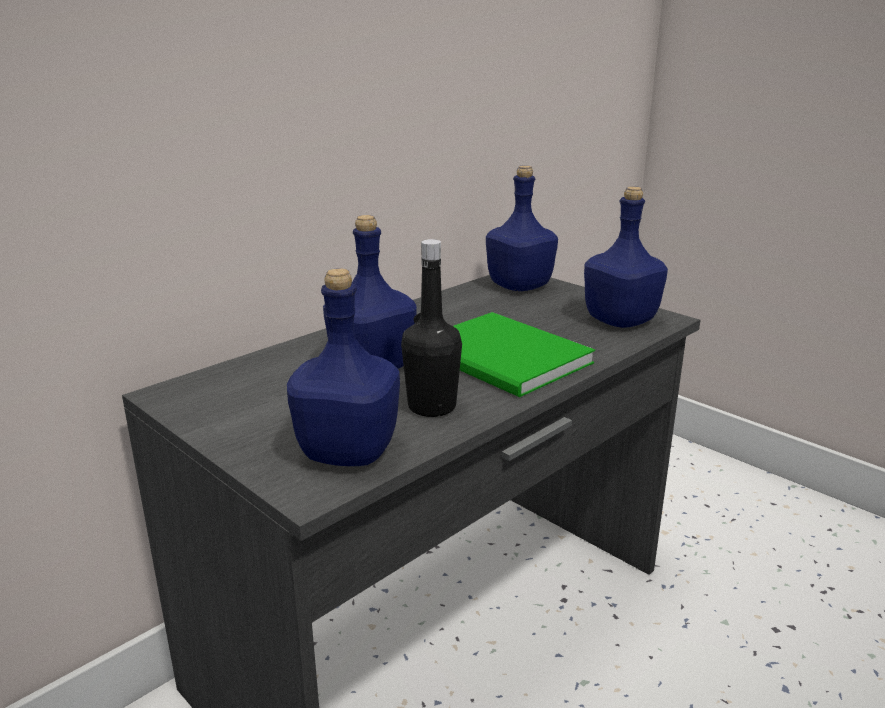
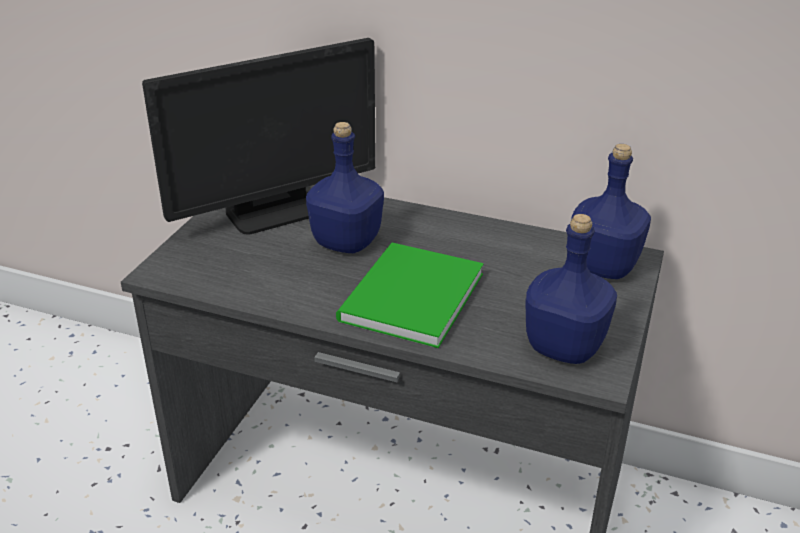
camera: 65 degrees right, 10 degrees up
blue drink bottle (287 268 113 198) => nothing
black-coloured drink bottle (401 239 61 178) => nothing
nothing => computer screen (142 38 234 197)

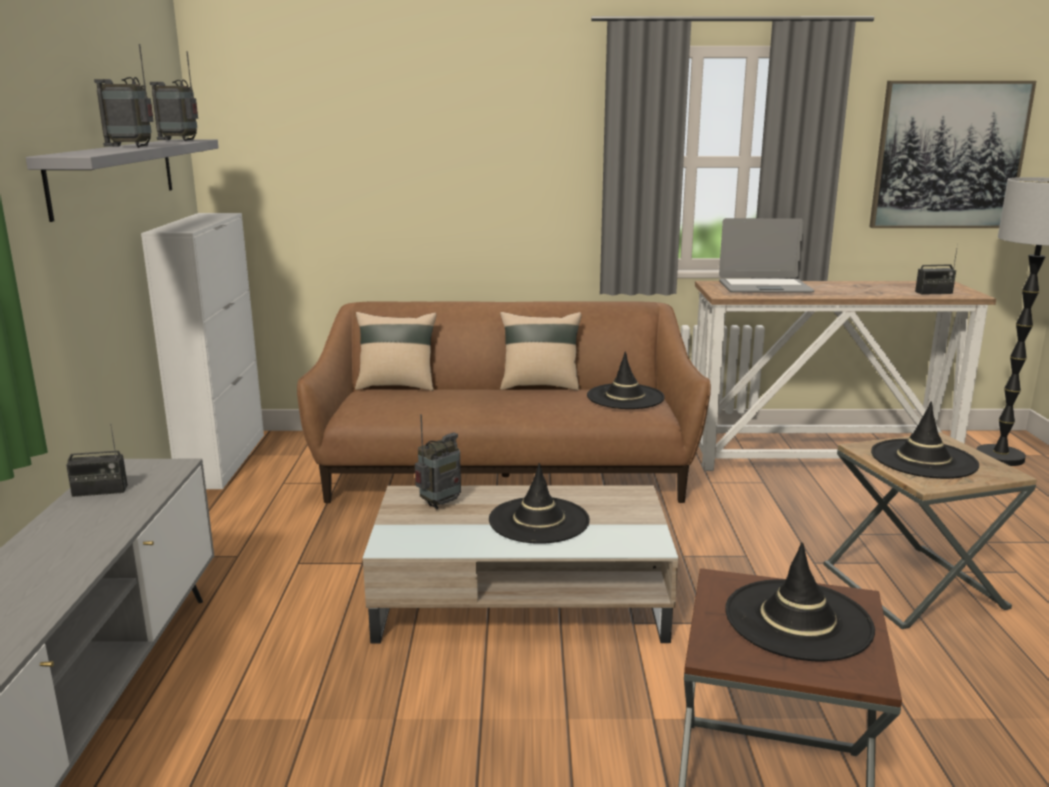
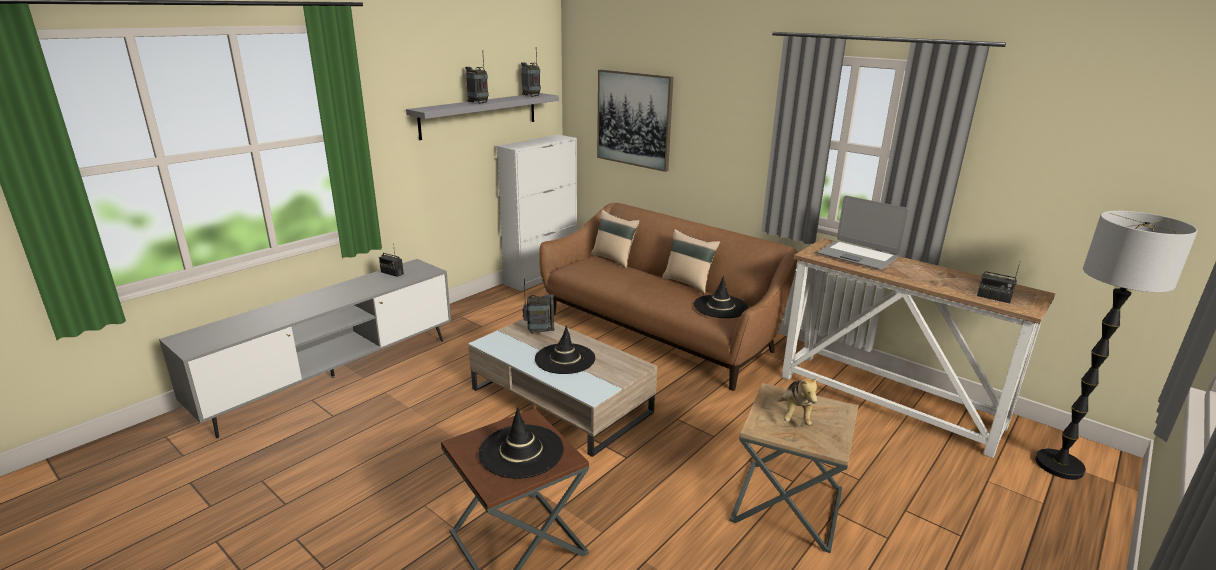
camera: 40 degrees right, 5 degrees up
picture (869 81 167 147) => picture (597 70 76 102), move
black-coloured wearable hat (871 402 108 77) => plush toy (776 375 44 50)

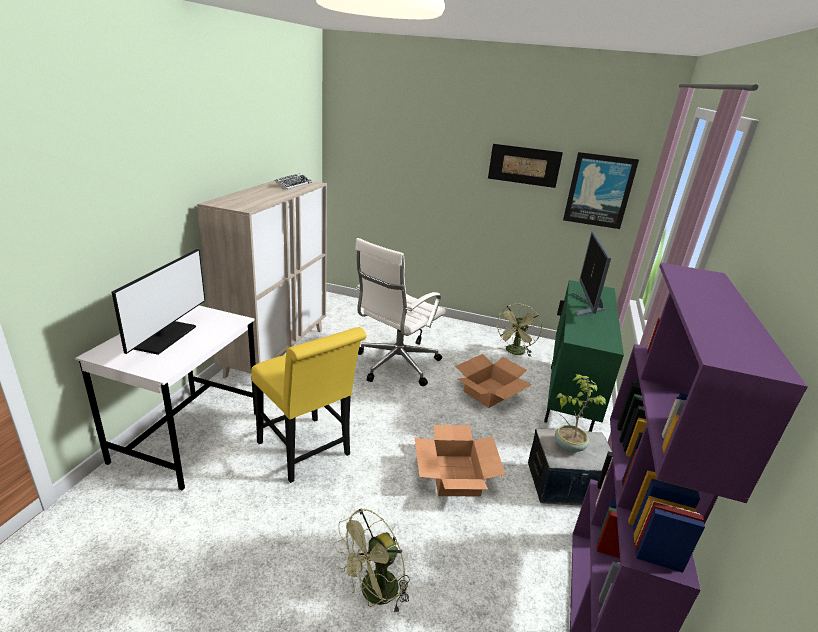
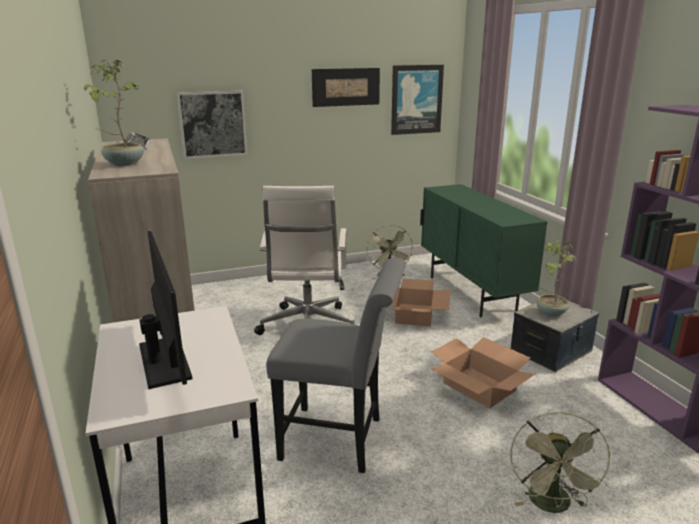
camera: 35 degrees left, 5 degrees down
computer screen (573 232 38 84) => nothing
nothing => plant in a pot (84 60 60 106)
nothing => picture (177 91 71 68)
yellow-coloured upright chair (251 327 116 156) => grey upright chair (266 258 140 215)

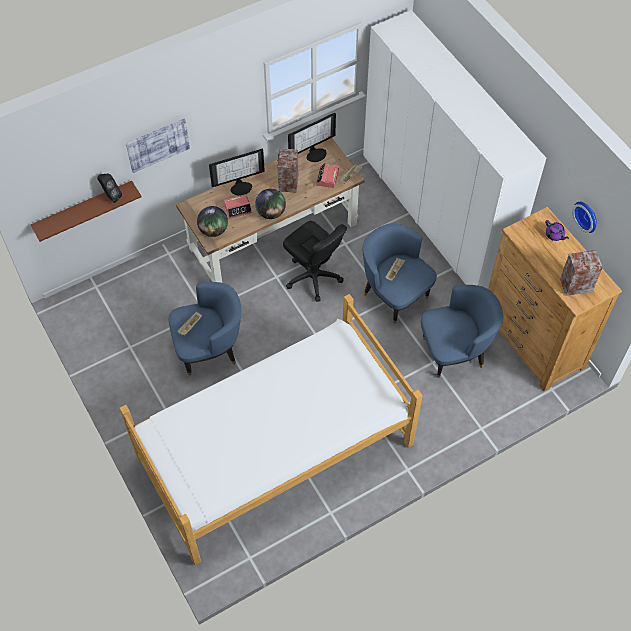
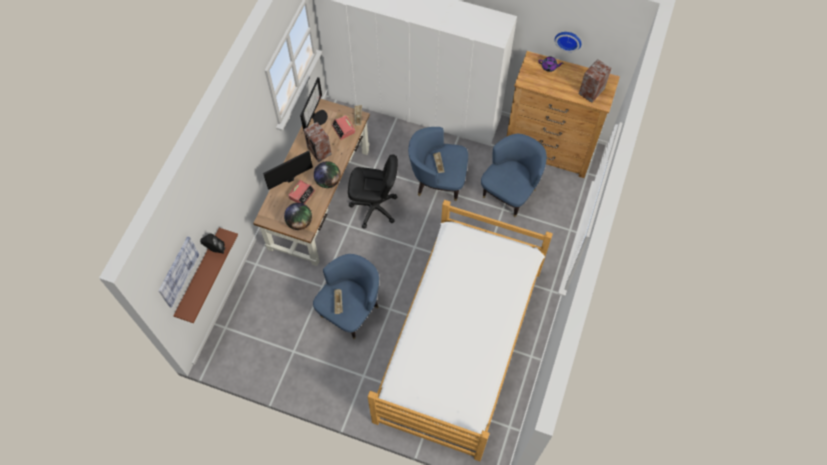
camera: 40 degrees left, 5 degrees up
picture (126 119 64 54) => picture (158 236 41 72), move
computer screen (209 149 56 47) => computer screen (263 151 50 39), 150 degrees counterclockwise

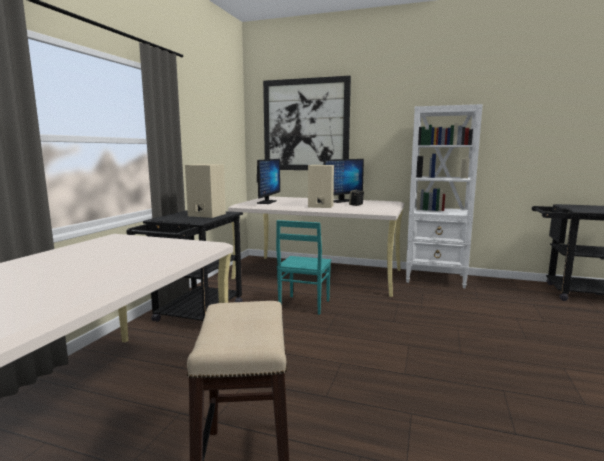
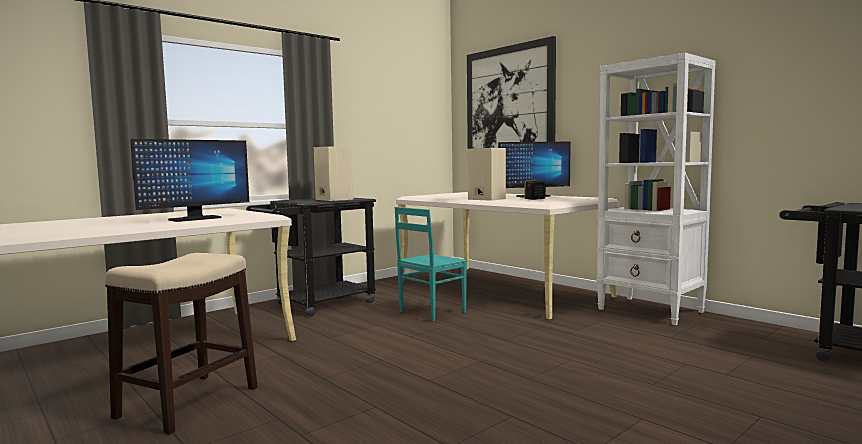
camera: 30 degrees right, 5 degrees down
computer screen (257 159 23 45) => computer screen (130 139 119 83), move

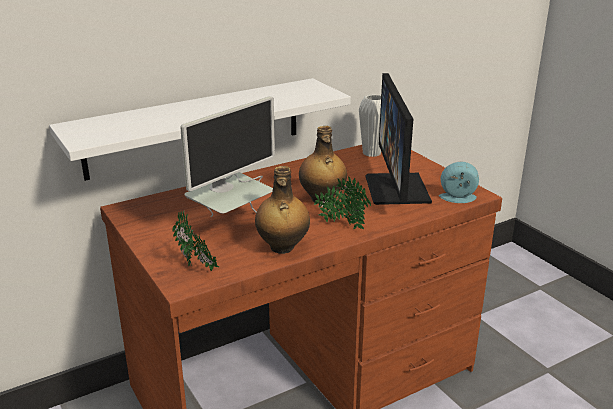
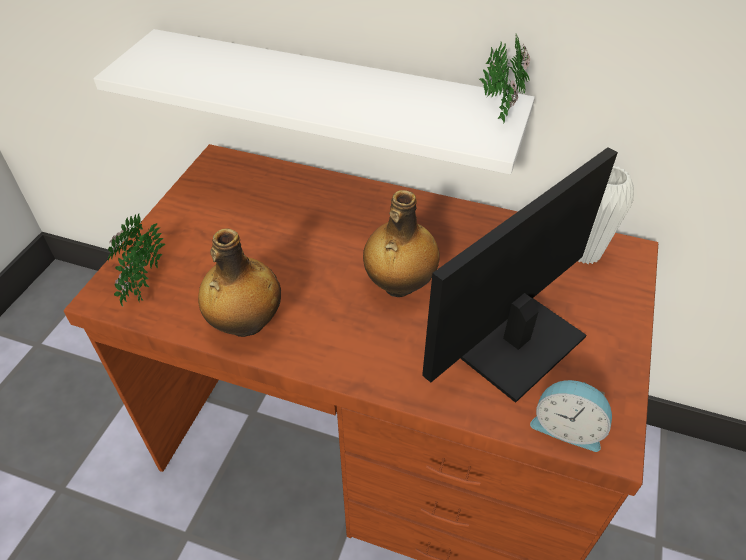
camera: 50 degrees right, 20 degrees up
computer screen (180 96 95 121) => nothing
plant in a pot (314 176 57 53) => plant in a pot (479 34 51 90), move
table clock (439 162 40 41) => table clock (530 380 82 72), 150 degrees clockwise

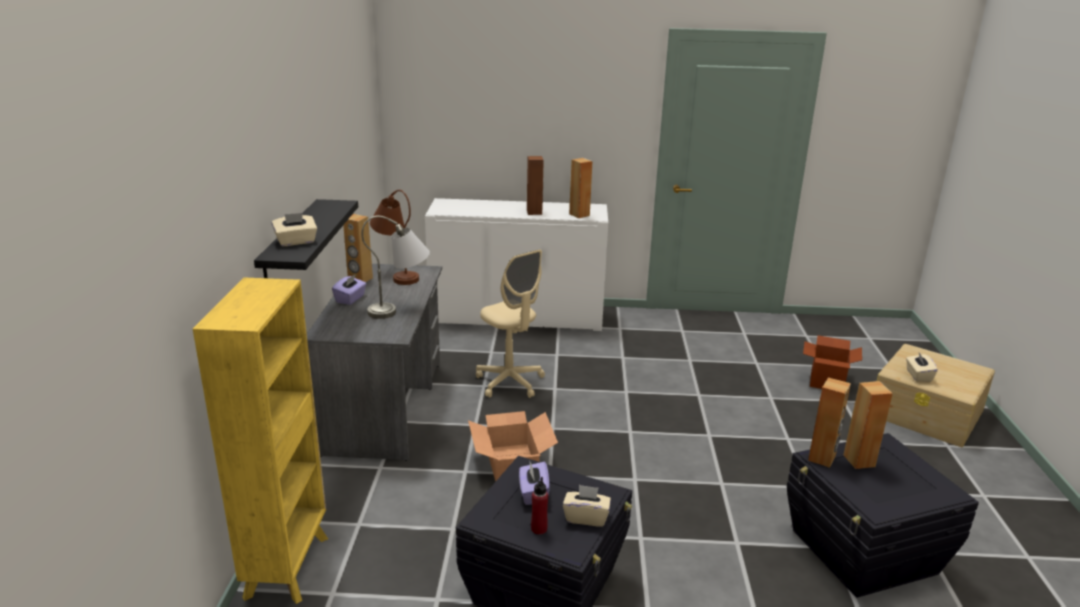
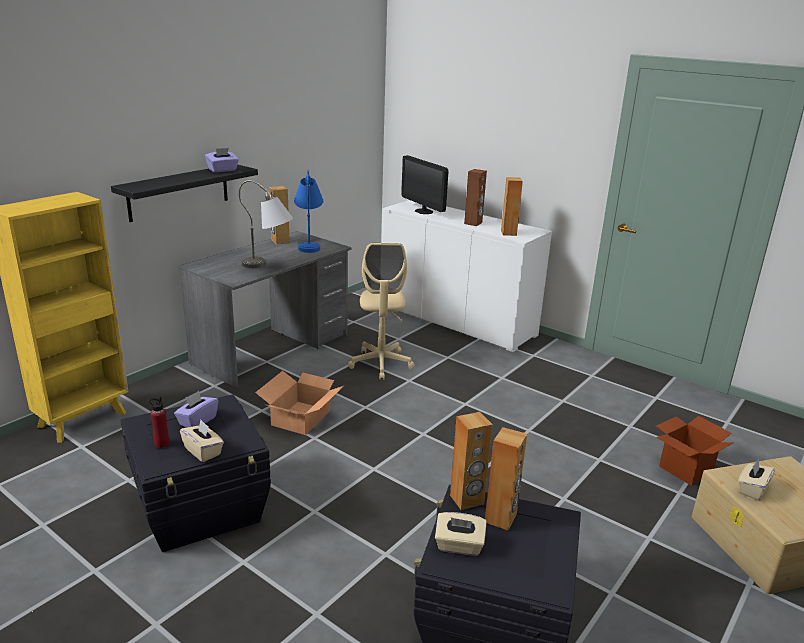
camera: 35 degrees right, 0 degrees up
nothing => computer screen (401 155 47 59)
sand-coloured tissue holder (271 213 46 33) => sand-coloured tissue holder (435 512 52 44), move
purplish tissue holder (332 274 34 31) => purplish tissue holder (205 148 34 24), move
brown table lamp (370 190 49 95) => blue table lamp (294 170 29 83)

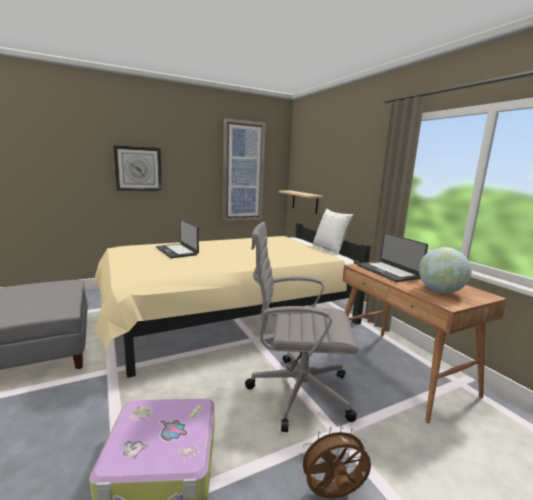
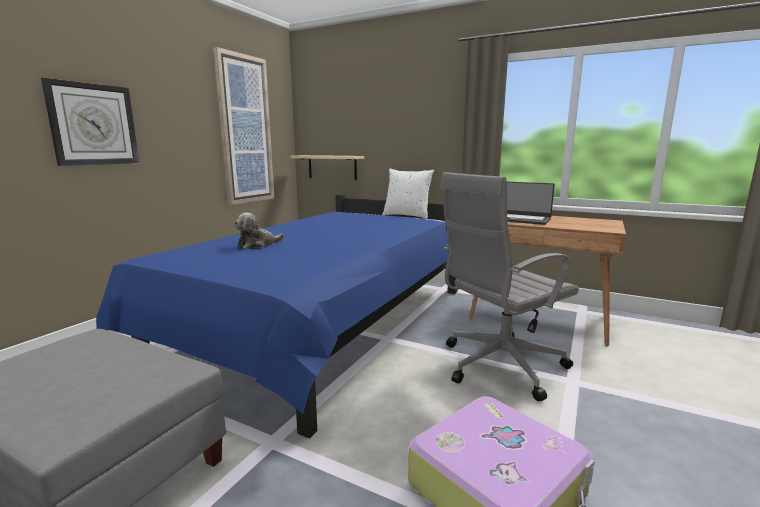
camera: 35 degrees left, 0 degrees up
brown fan (298 426 73 72) => nothing
world globe (419 247 52 46) => nothing
portable computer (156 219 43 39) => plush toy (234 213 50 36)
sand-coloured bed (93 223 278 155) => blue bed (96 194 362 244)

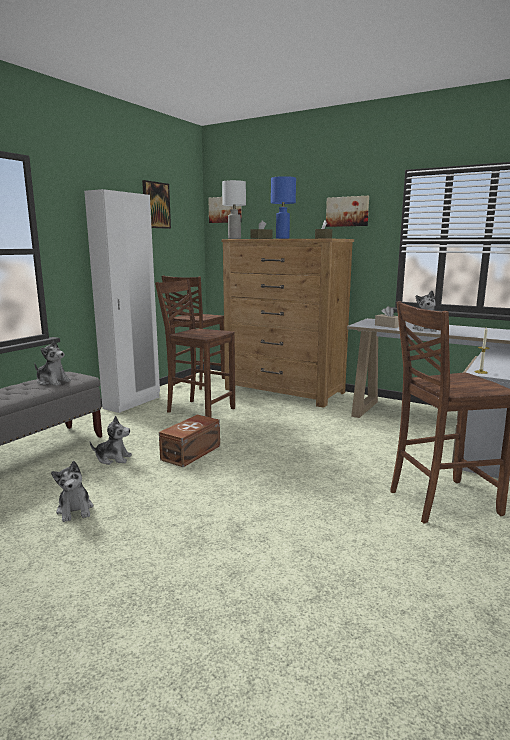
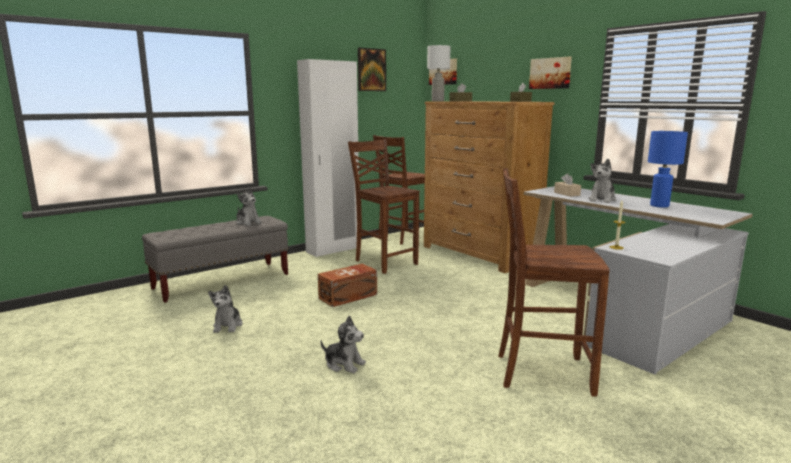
camera: 20 degrees right, 0 degrees up
plush toy (90 416 42 49) => plush toy (320 316 46 57), move
blue table lamp (271 176 25 63) => blue table lamp (648 131 40 77), move

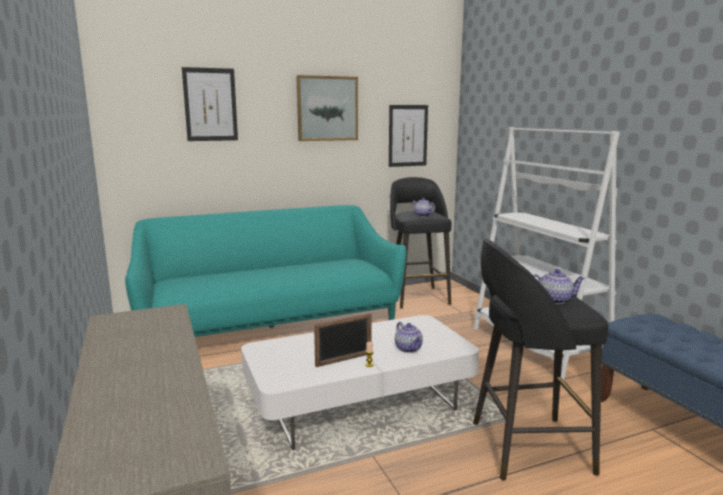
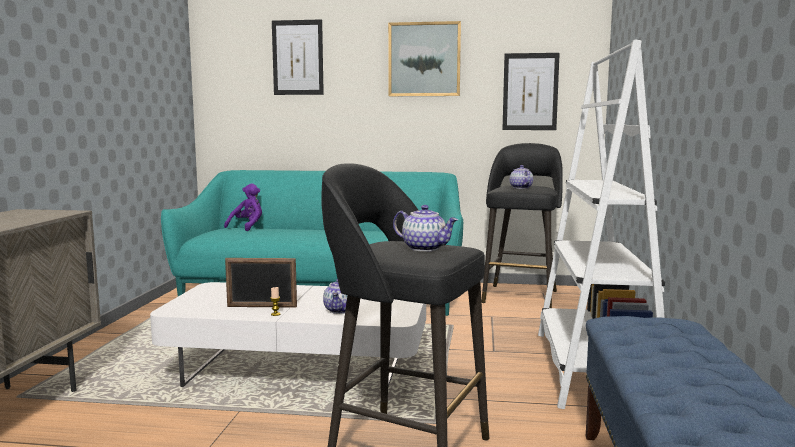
camera: 30 degrees right, 5 degrees down
nothing => purplish plush toy (224 184 38 47)

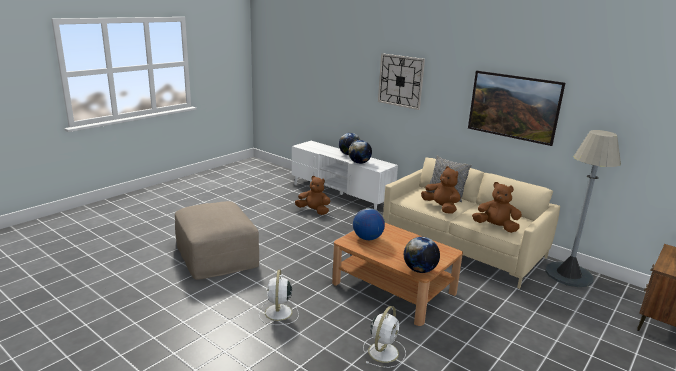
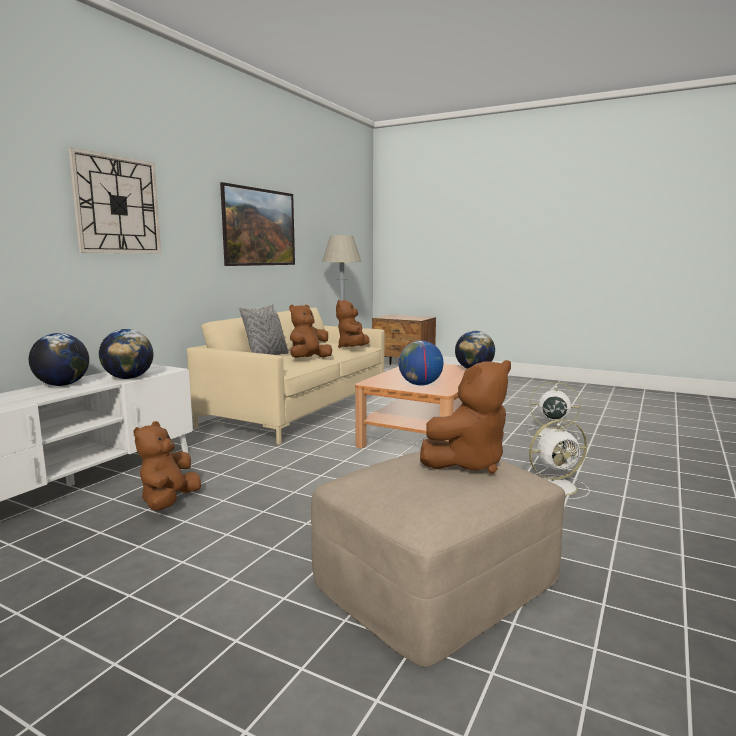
camera: 100 degrees left, 10 degrees down
nothing => brown plush toy (420 360 91 114)

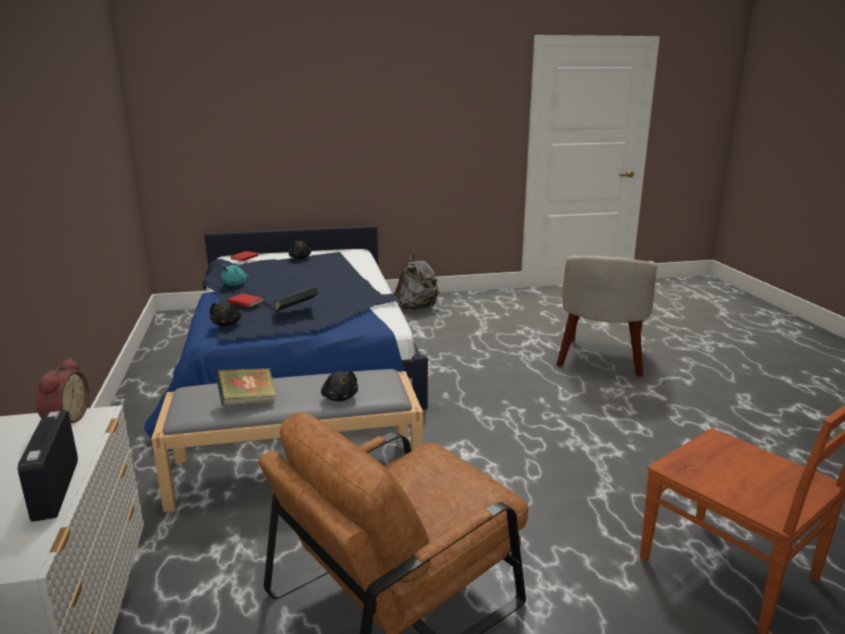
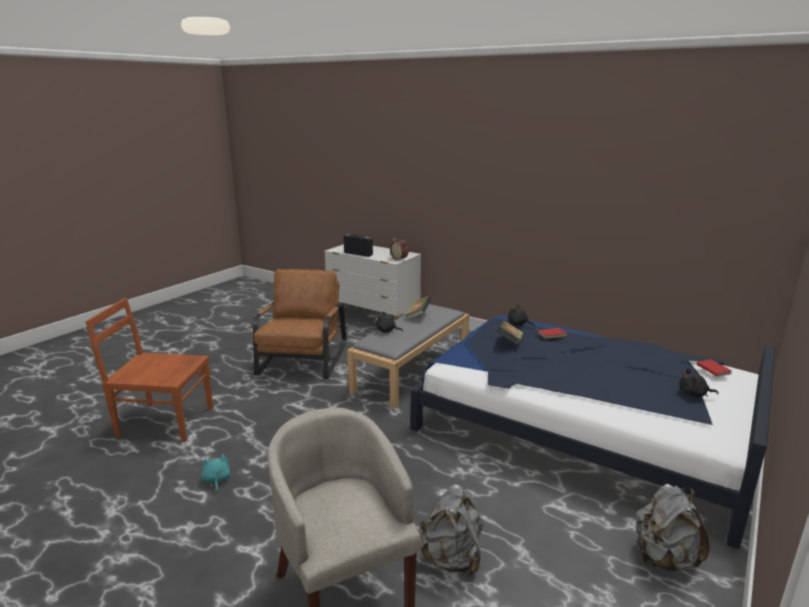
camera: 135 degrees right, 0 degrees up
nothing => grey knapsack (419 484 64 92)
turquoise-coloured plush toy (221 264 28 22) => turquoise-coloured plush toy (201 454 30 38), move

